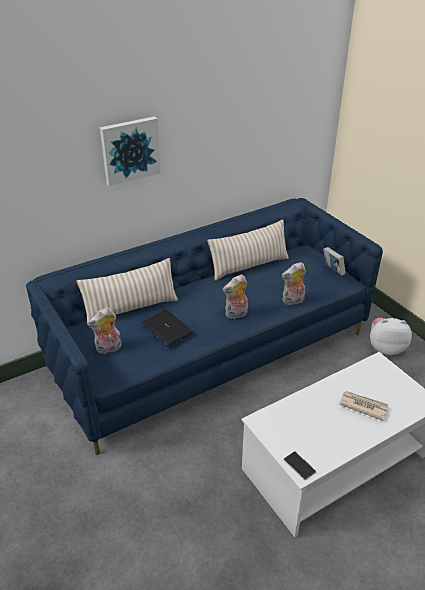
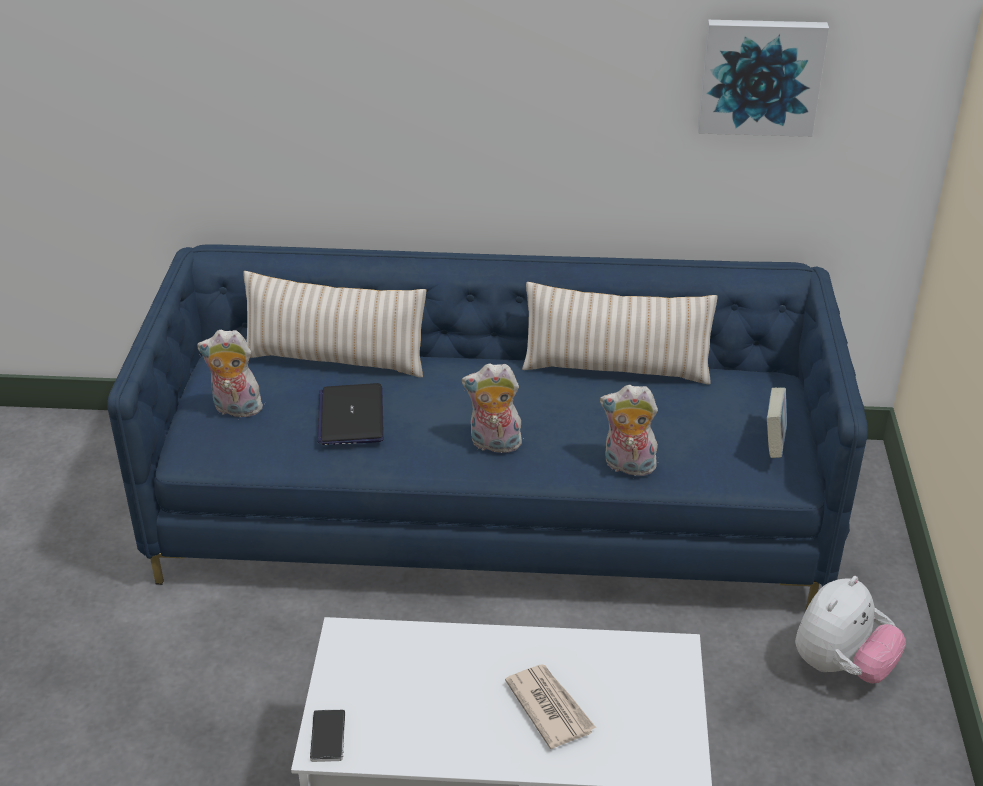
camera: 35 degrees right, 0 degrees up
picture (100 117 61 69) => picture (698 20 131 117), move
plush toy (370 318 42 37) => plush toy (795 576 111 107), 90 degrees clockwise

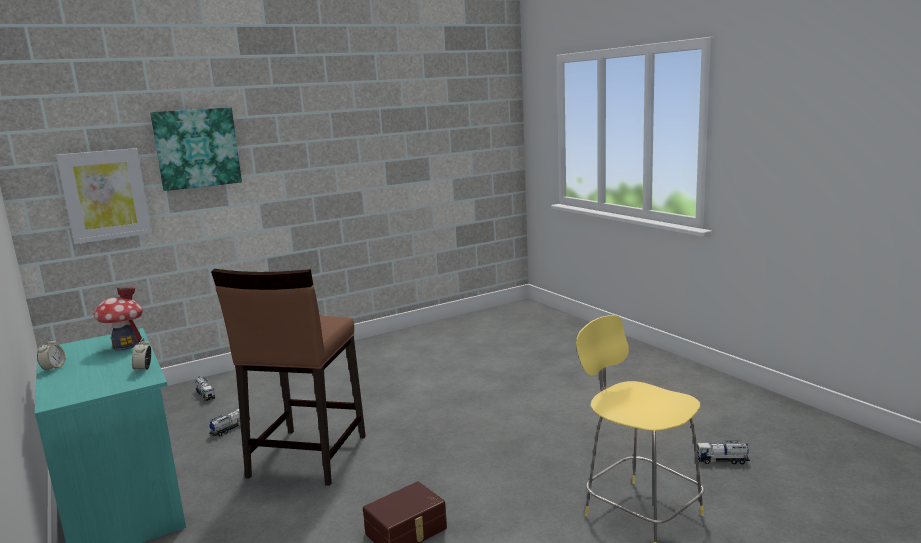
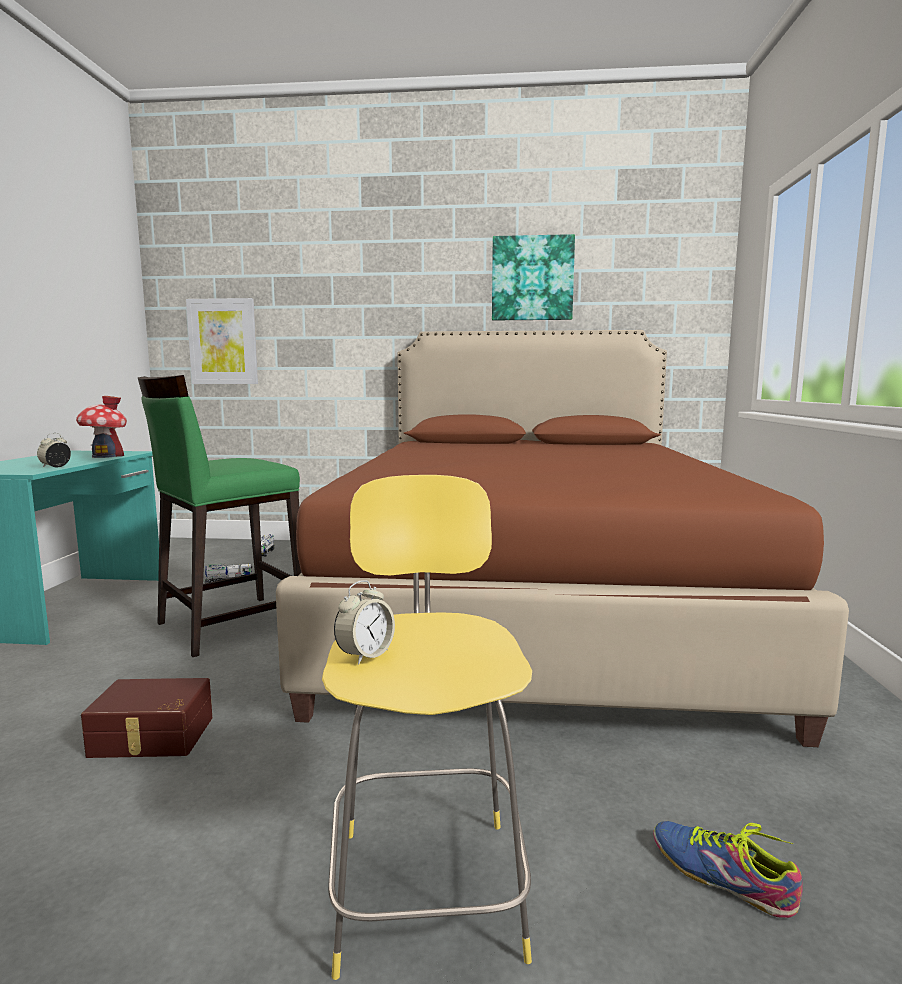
camera: 35 degrees right, 5 degrees down
nothing => brown bed (276 330 573 417)
table clock (37 338 28 33) => table clock (334 580 61 84), move
picture (150 107 92 84) => picture (492 234 83 86), move
model truck (697 440 53 24) => item of footwear (653 821 150 97)
brown stool (211 269 155 217) => green stool (138 375 164 282)

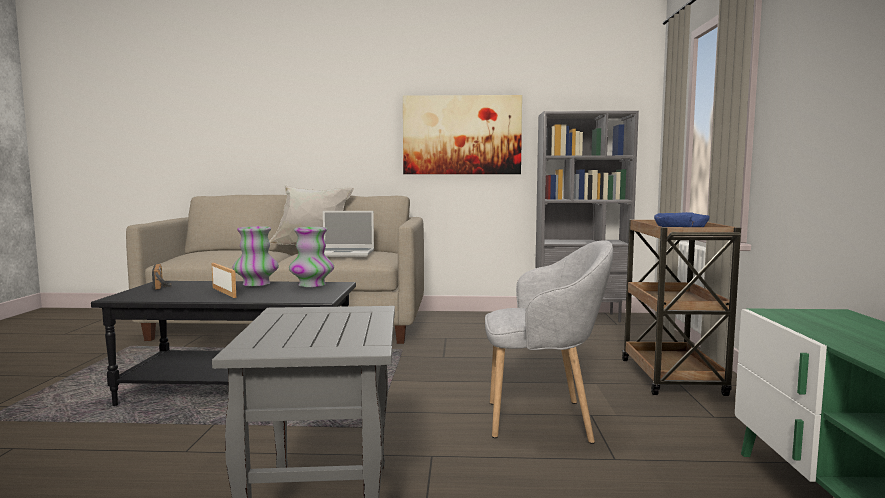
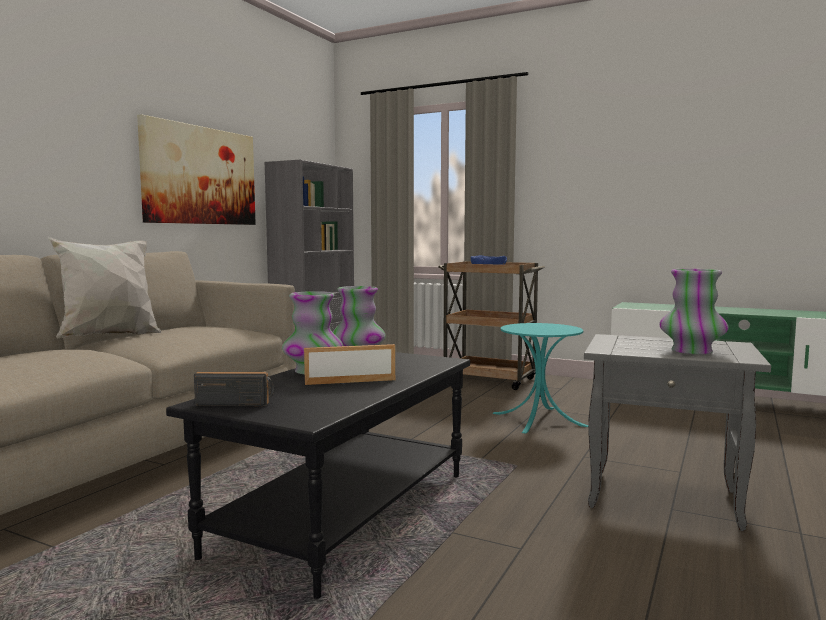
camera: 65 degrees left, 0 degrees up
portable computer (323 211 51 46) => nothing
nothing => decorative vase (659 269 70 85)
grey easy chair (485 241 128 203) => turquoise-coloured side table (493 323 95 111)

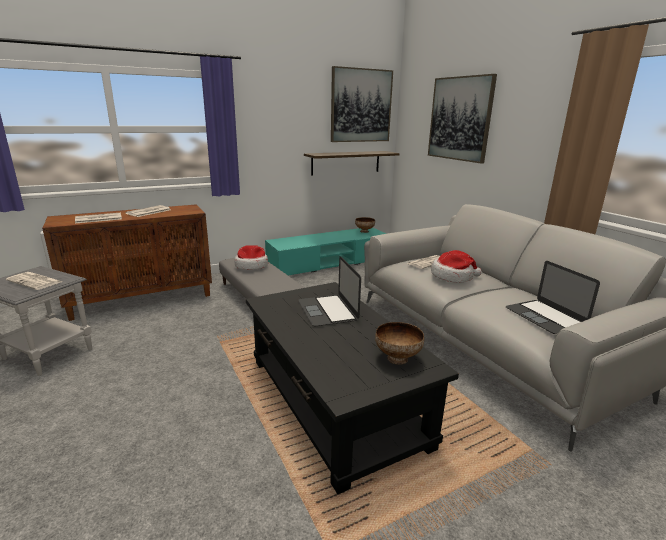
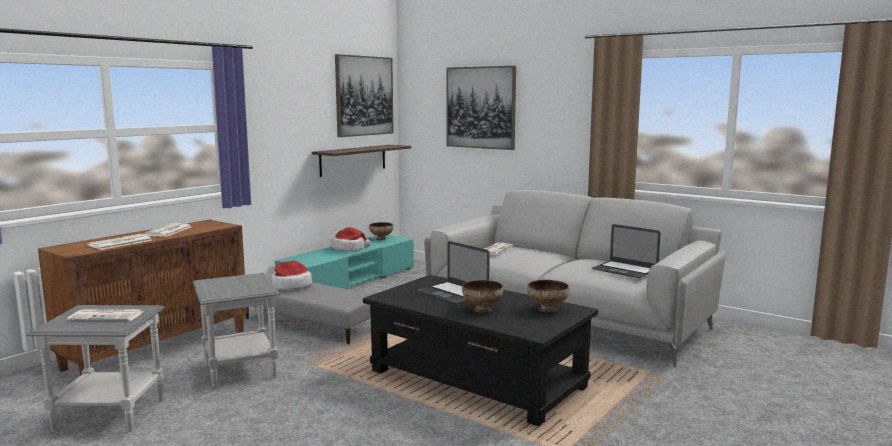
camera: 25 degrees left, 10 degrees down
nothing => grey side table (193 273 87 115)
nothing => serving bowl (462 280 41 33)
wearable hat (431 250 51 33) => wearable hat (331 227 40 24), move

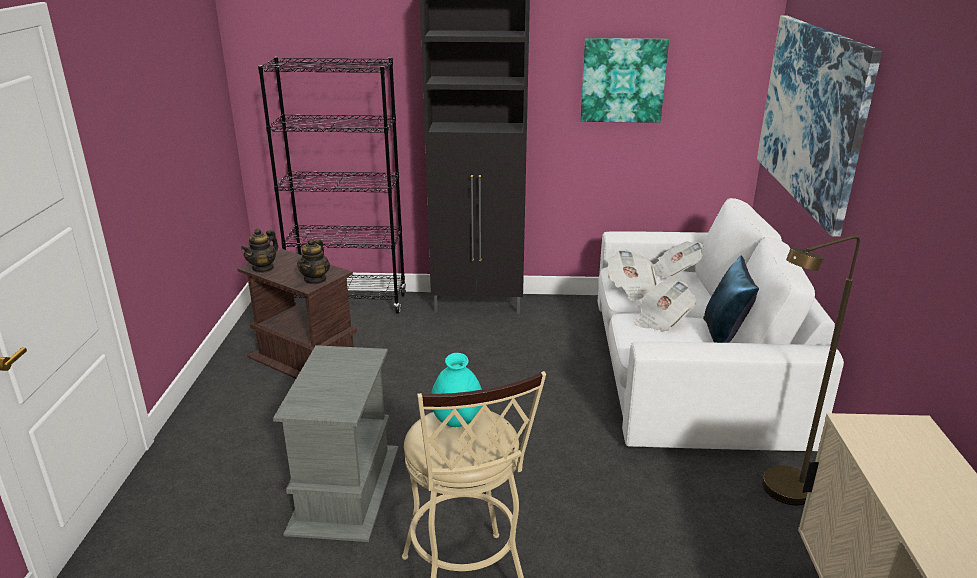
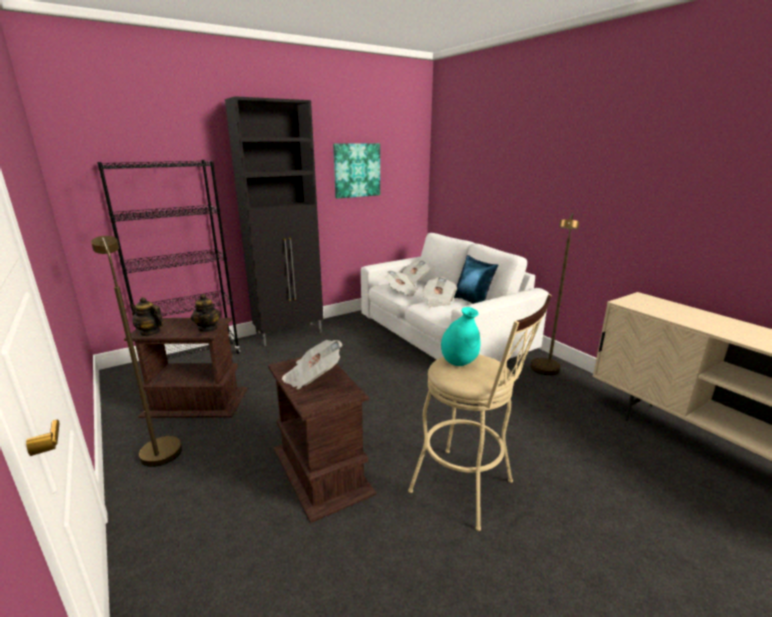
camera: 35 degrees left, 5 degrees down
picture (757 16 125 221) => nothing
nothing => brown floor lamp (91 236 91 231)
nothing => newspaper (282 340 60 50)
grey side table (273 345 126 197) => brown side table (268 356 109 167)
tea pot (241 228 37 45) => tea pot (130 297 34 40), 120 degrees clockwise

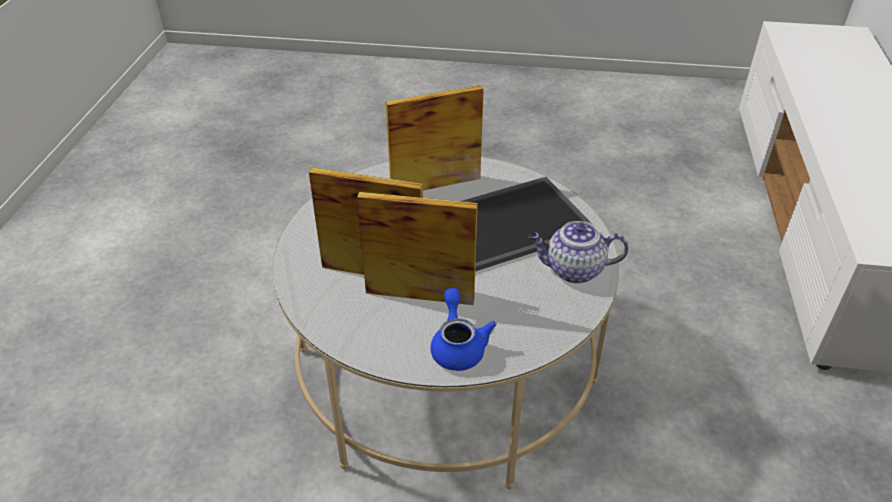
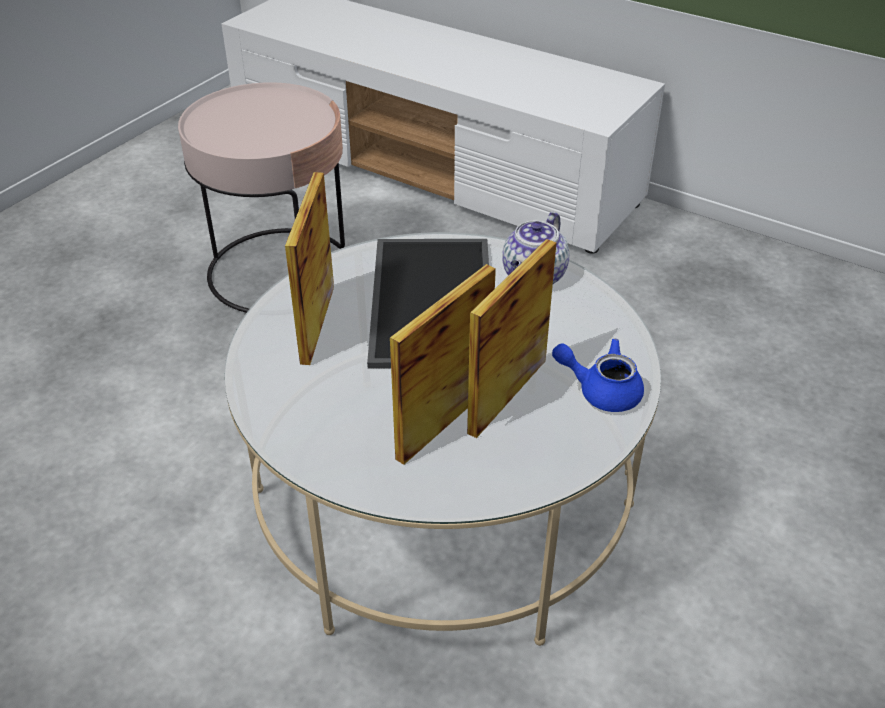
camera: 65 degrees left, 0 degrees up
nothing => pink-coloured side table (178 82 167 231)

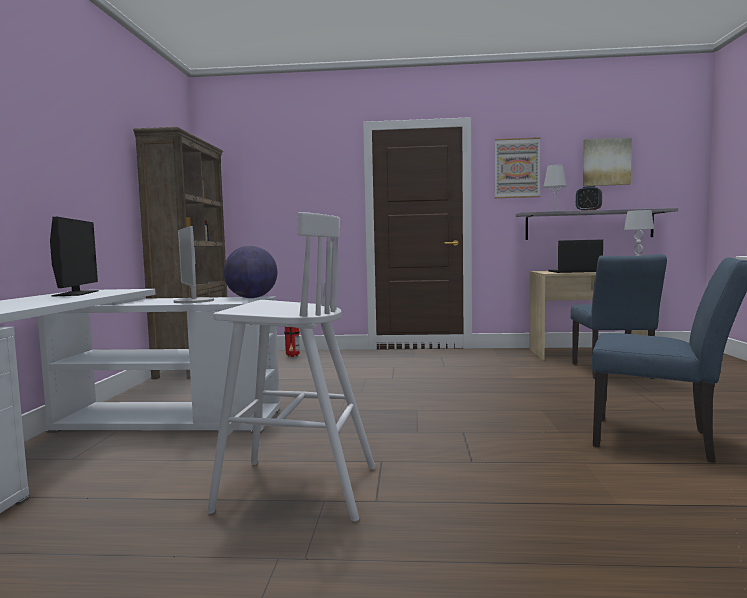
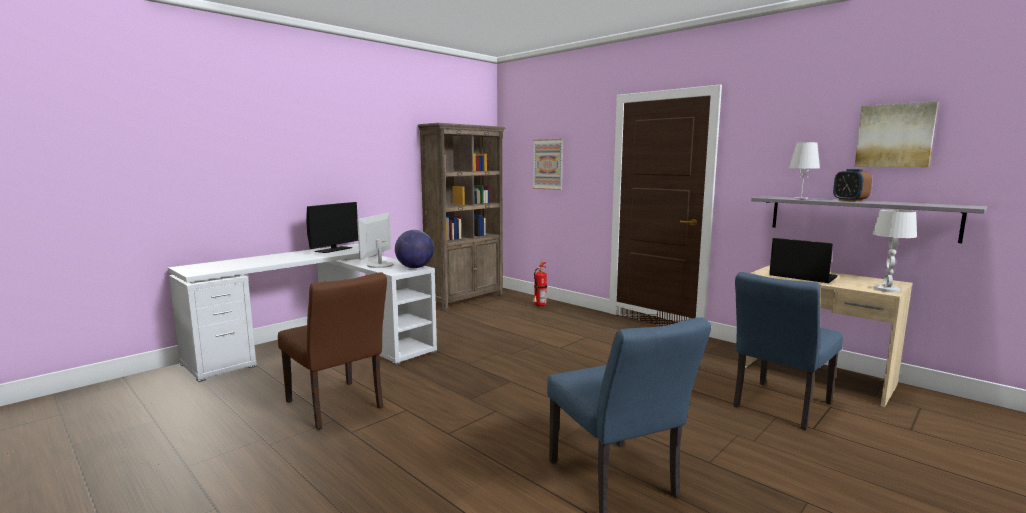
camera: 40 degrees right, 5 degrees up
picture (495 137 45 61) => picture (533 139 30 51), move
white-coloured stool (207 212 169 310) => brown upright chair (278 272 109 158)

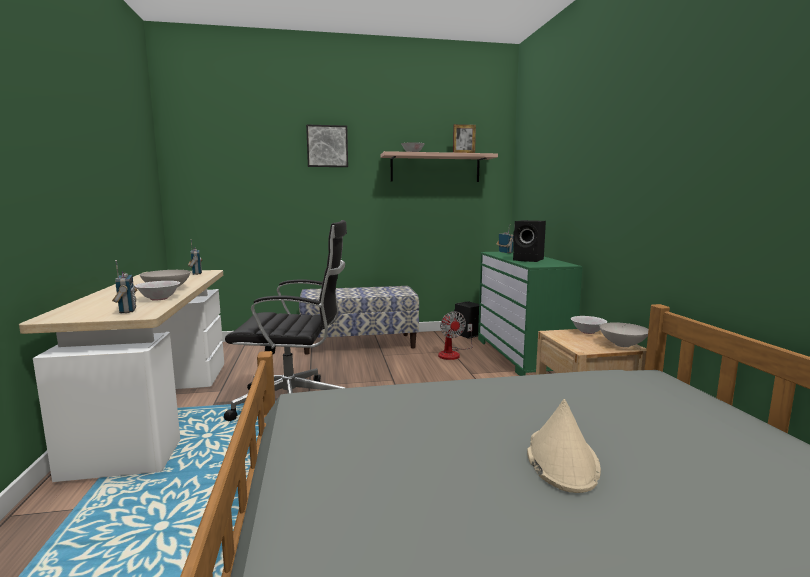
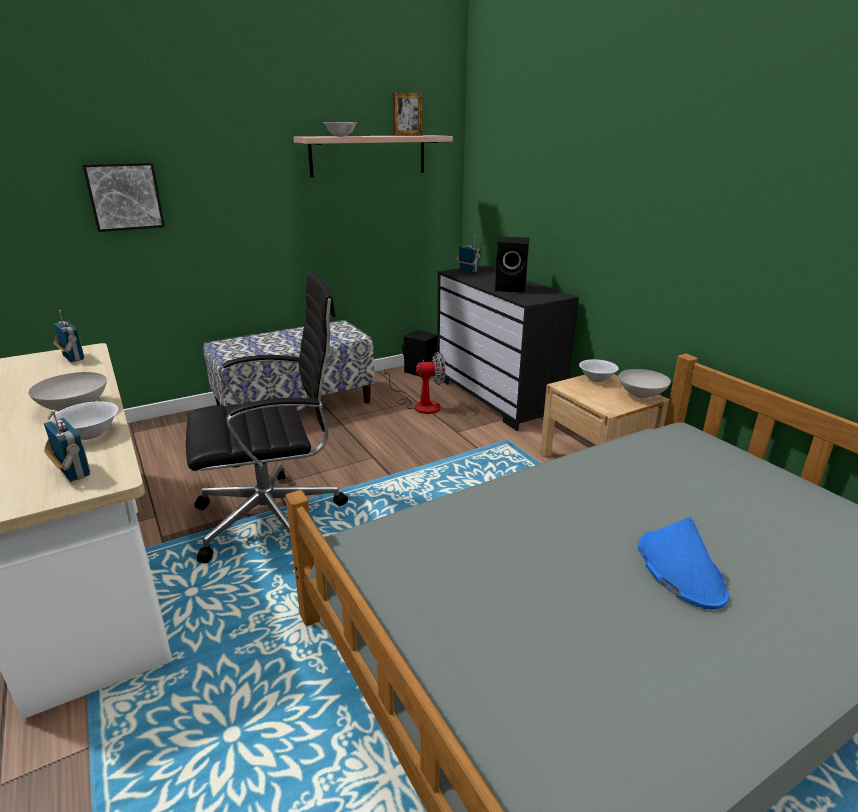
camera: 20 degrees left, 15 degrees up
picture (306 124 42 43) => picture (82 162 83 70), move
green dresser (478 252 105 124) => black-coloured dresser (437 265 142 166)
sand-coloured wearable hat (527 399 74 94) => blue wearable hat (638 516 91 94)
fan (438 311 35 49) => fan (384 352 62 62), 60 degrees counterclockwise

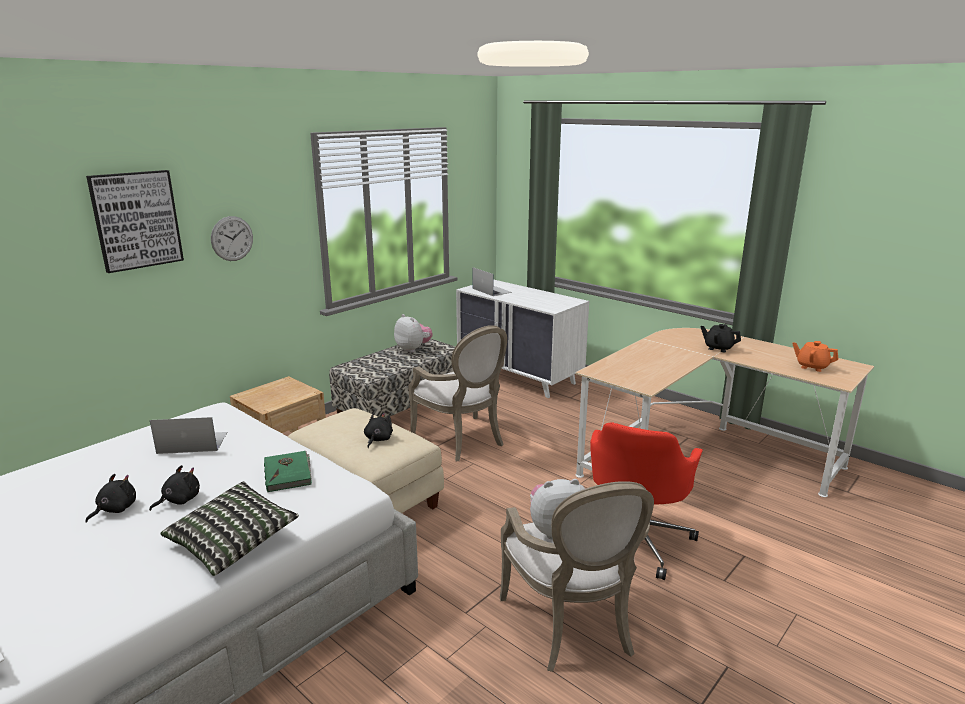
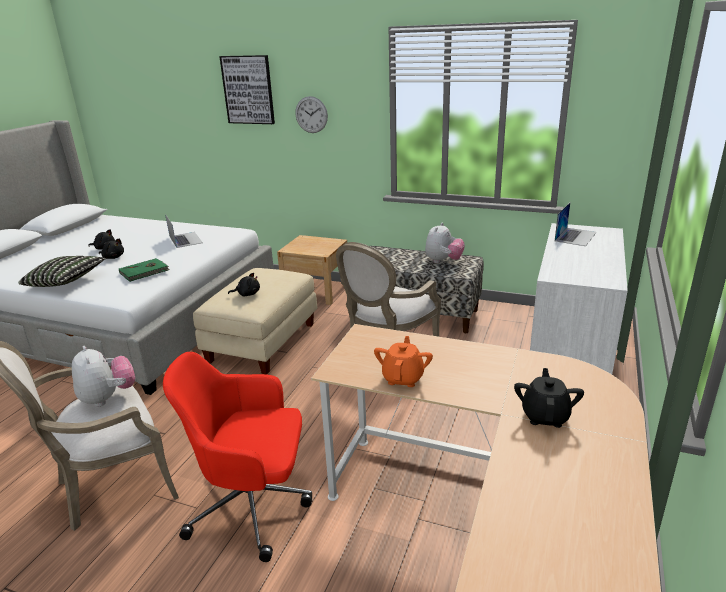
camera: 70 degrees right, 5 degrees up
orangey tea pot (792 341 46 31) => orangey tea pot (374 336 59 51), move

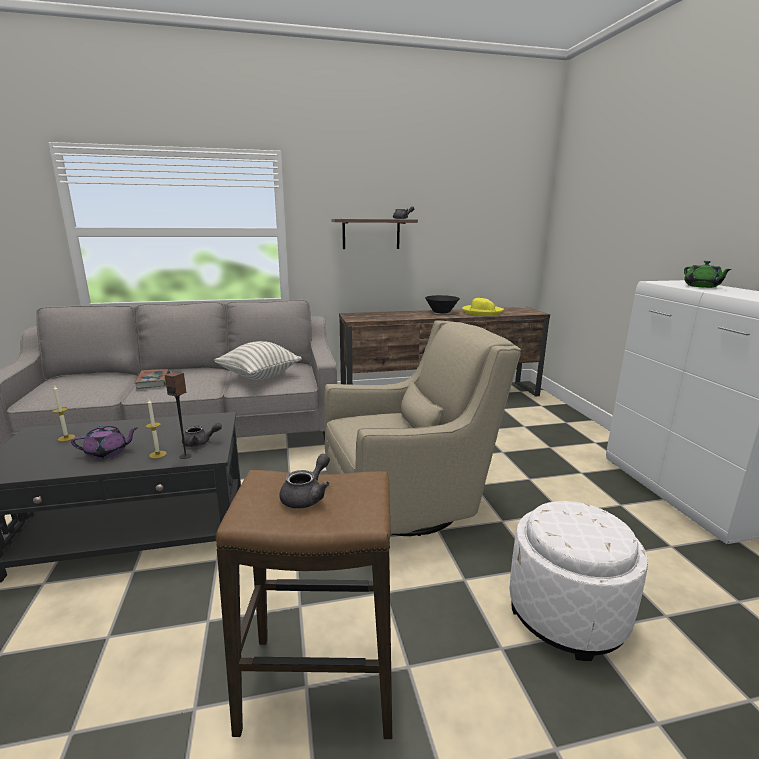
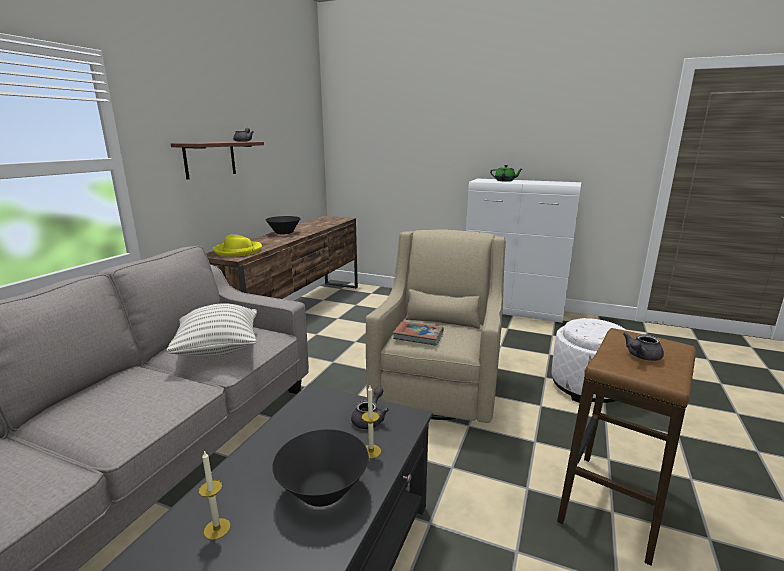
camera: 55 degrees left, 0 degrees up
audio speaker (165 372 27 87) => nothing
bound book (134 369 36 20) => bound book (393 321 50 25), move
yellow-coloured wearable hat (462 298 42 18) => yellow-coloured wearable hat (213 235 49 22), move
purplish tea pot (71 425 67 34) => black-coloured serving bowl (272 429 97 78)
grey tea pot (279 454 51 54) => grey tea pot (623 332 41 29), 105 degrees counterclockwise

